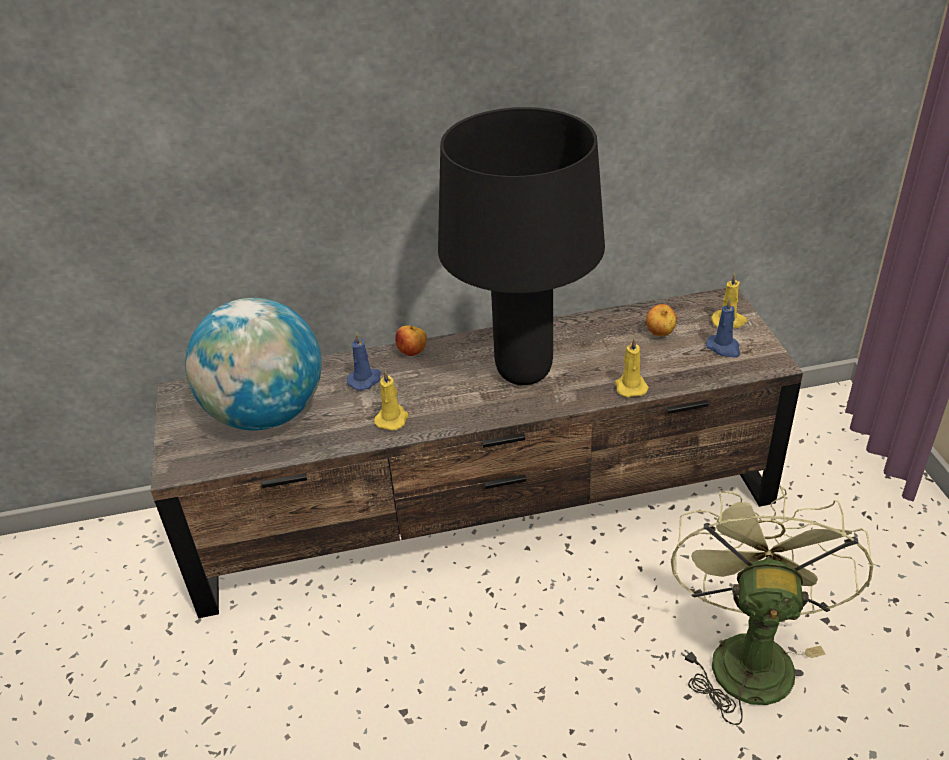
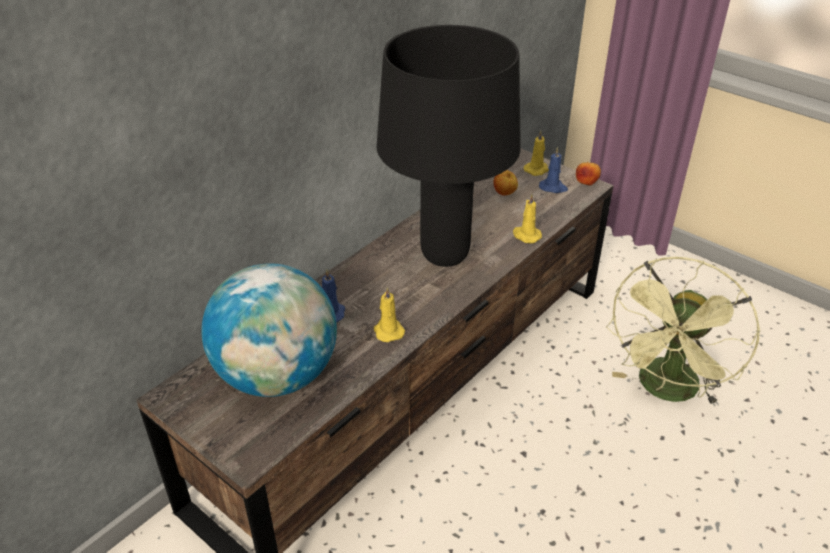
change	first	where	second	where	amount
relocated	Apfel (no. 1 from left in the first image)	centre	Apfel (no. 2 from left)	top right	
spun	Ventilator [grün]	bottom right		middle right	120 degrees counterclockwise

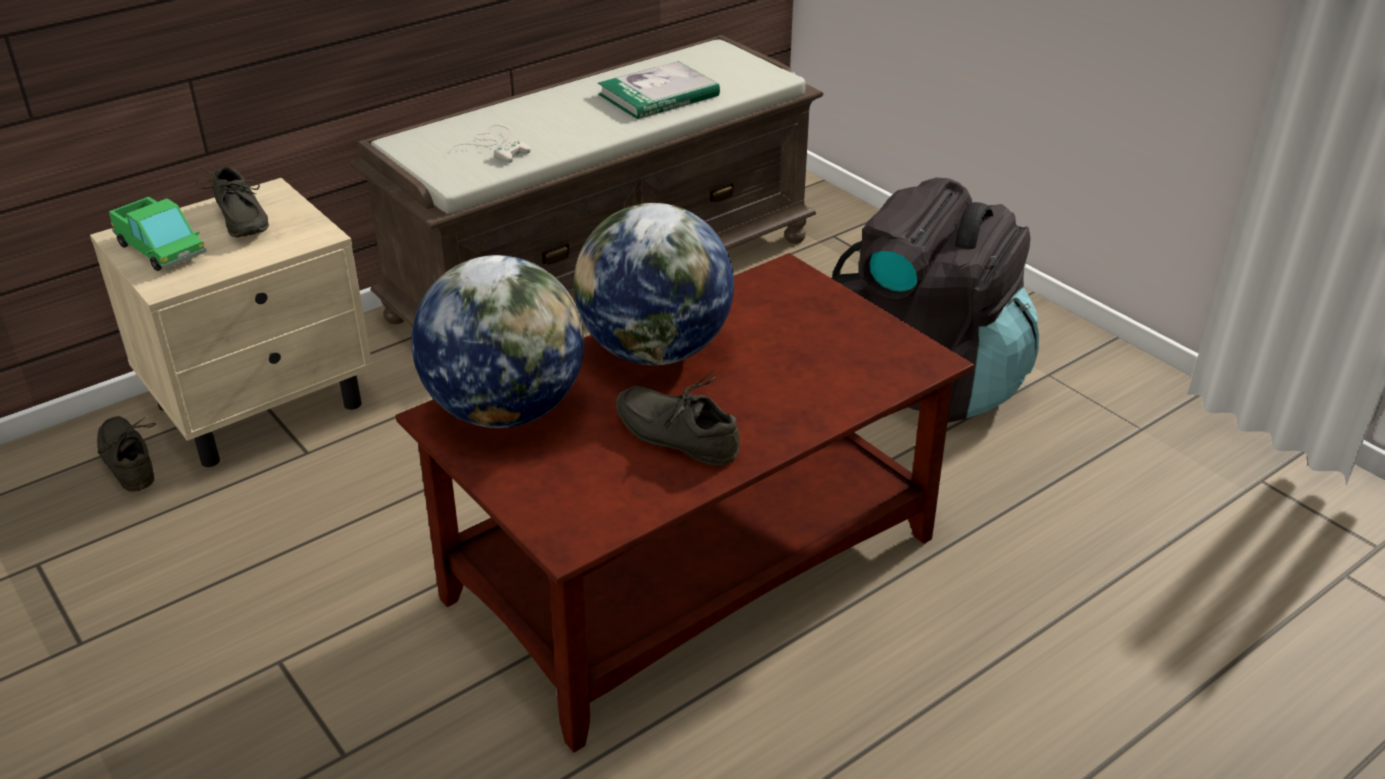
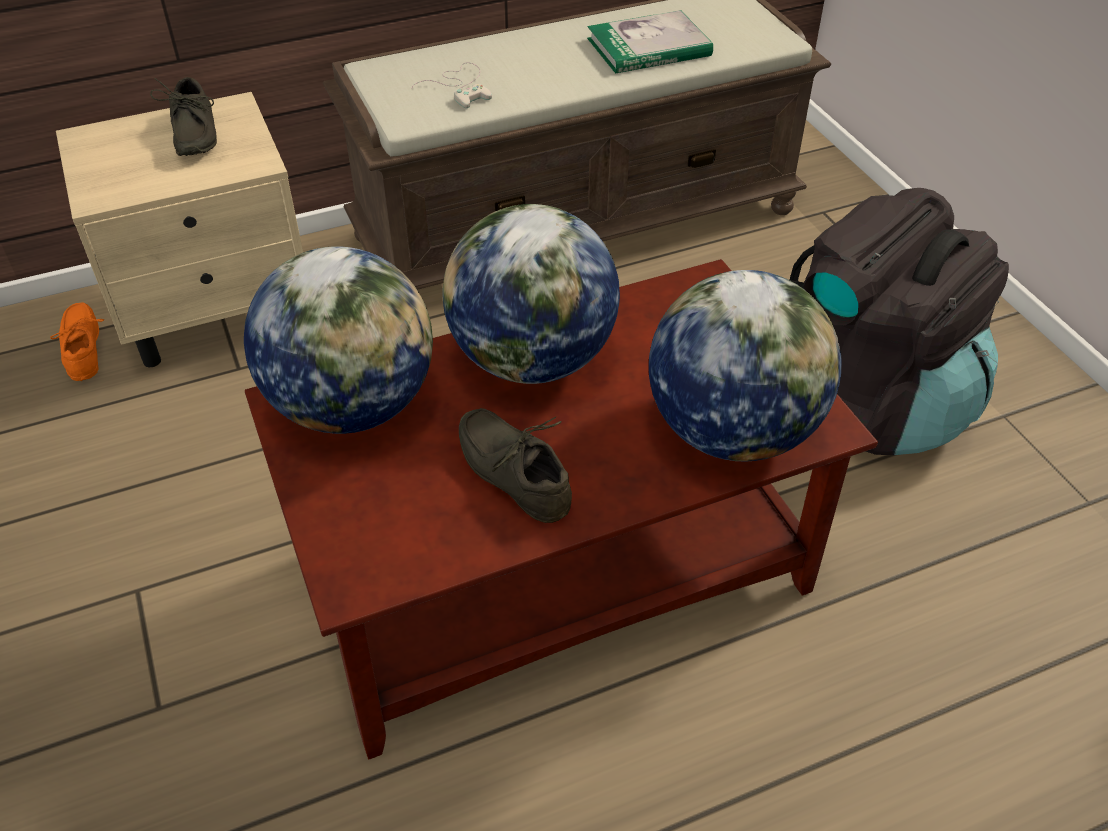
change	first	where	second	where	amount
colour	Schuh [grau] (no. 1 from left)	middle left	Schuh [orange]	middle left	
appeared			Globus (no. 3 from left)	middle right	
missing	Spielzeuglaster	top left			

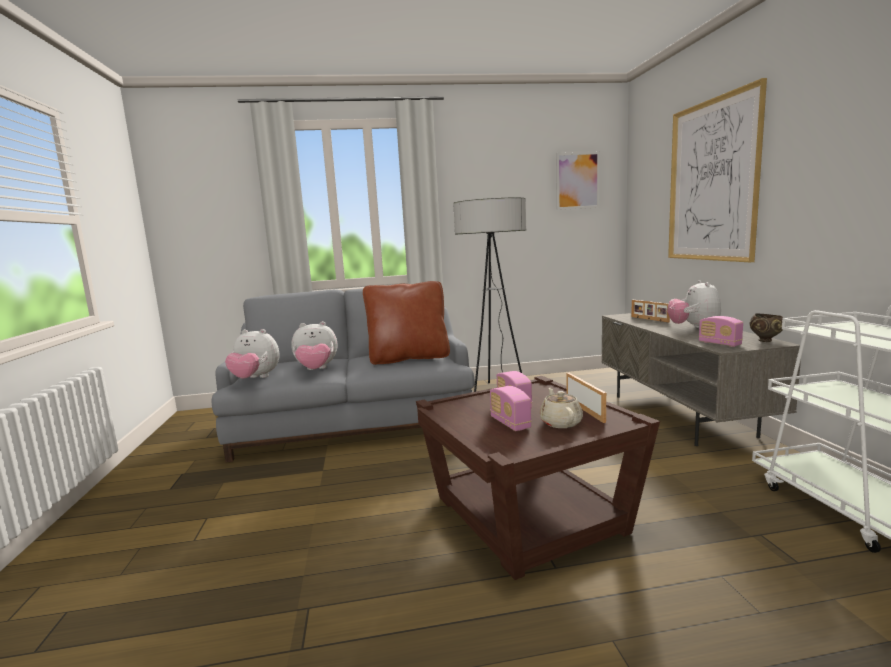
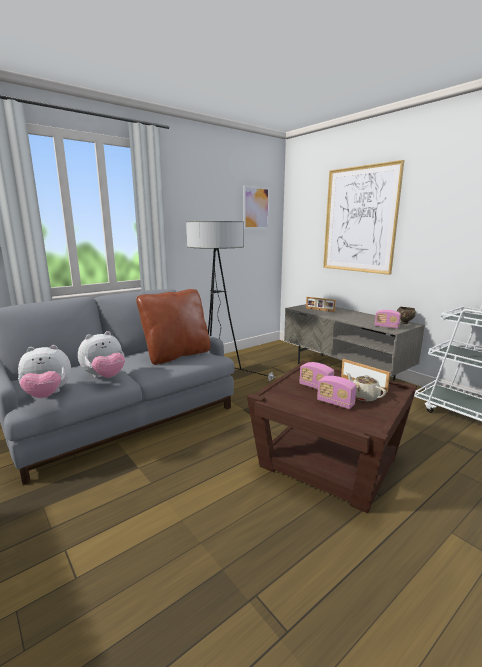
change	first	where	second	where	amount
missing	Plüschtier (no. 3 from left)	middle right			

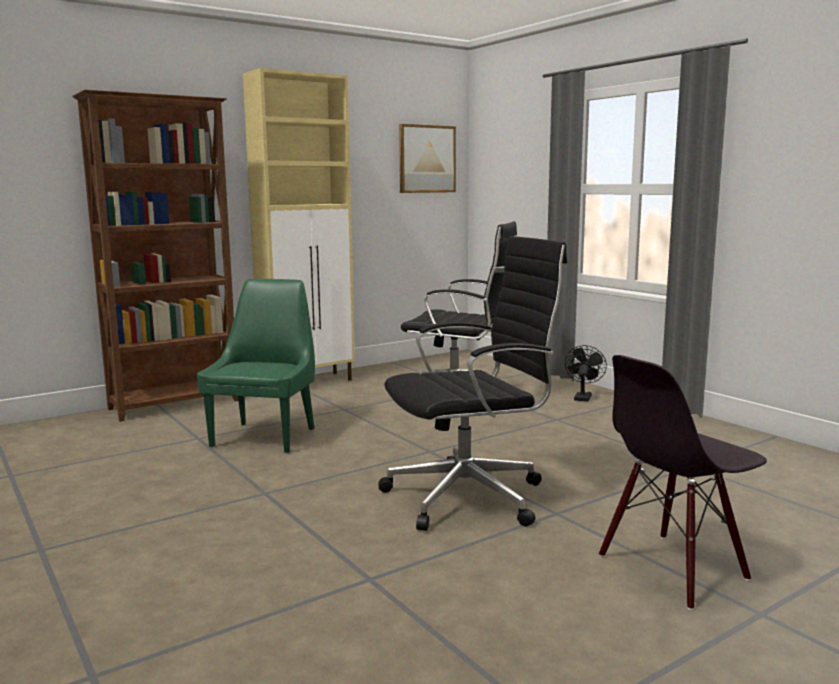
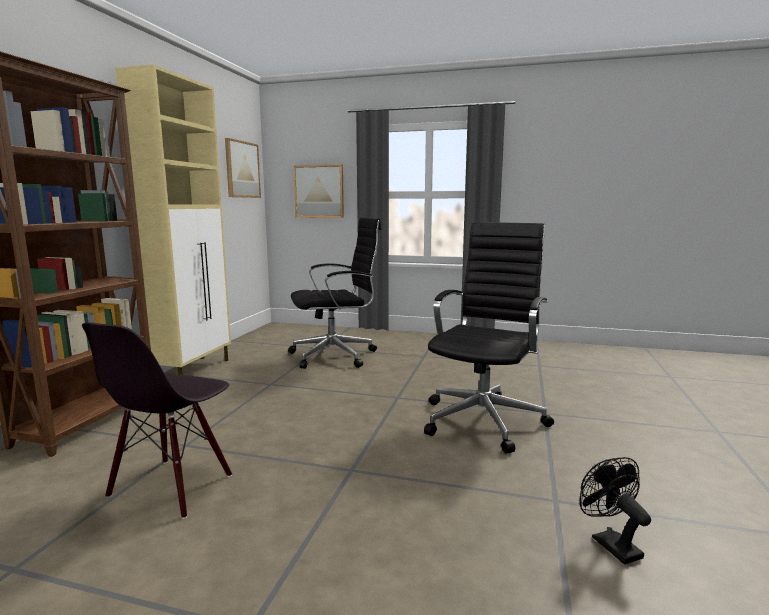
change	first	where	second	where	amount
relocated	Stuhl [schwarz]	bottom right		bottom left	
appeared			Bild (no. 2 from left)	top centre	
relocated	Ventilator [schwarz]	middle right		bottom right	
missing	Stuhl [grün]	middle left			

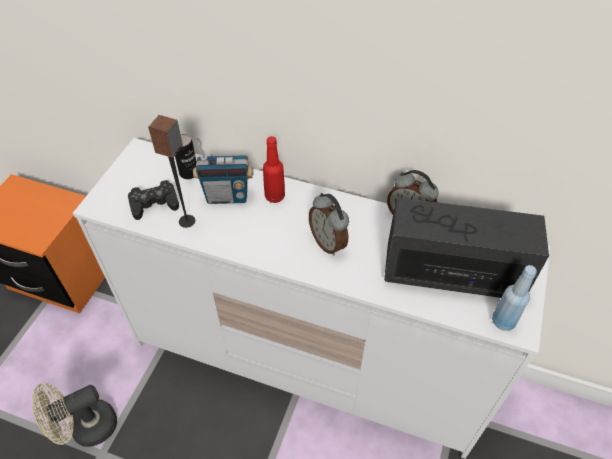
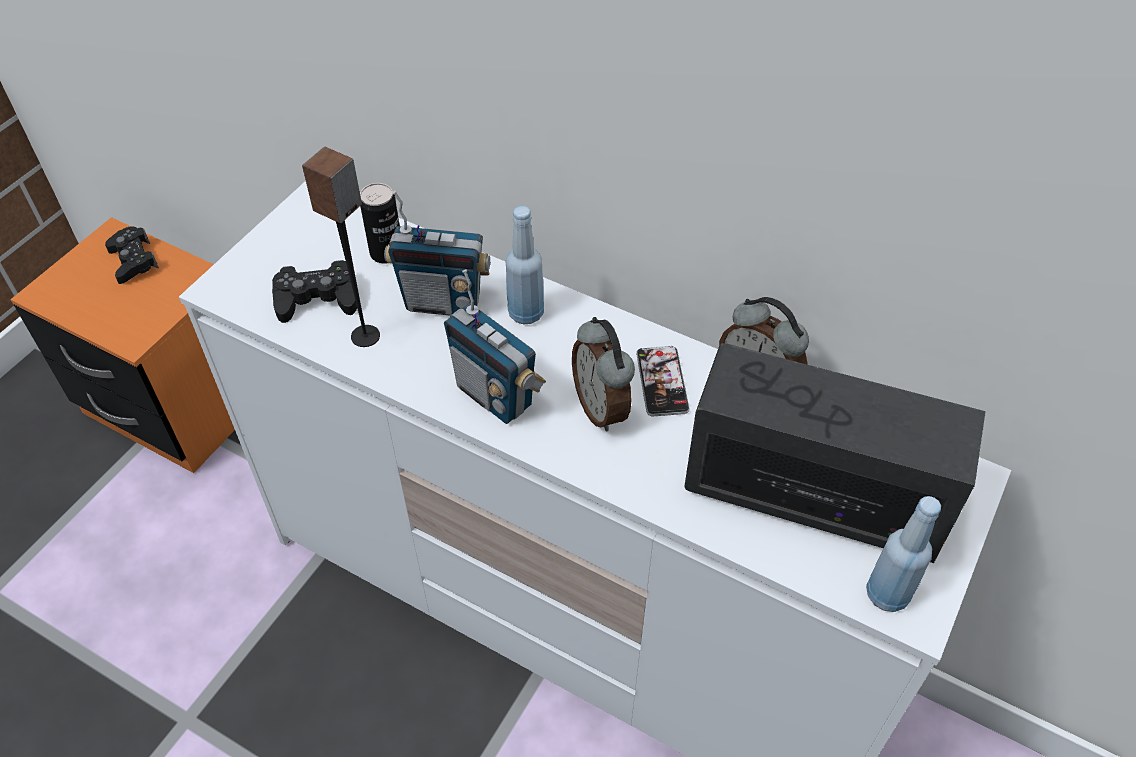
change	first	where	second	where	amount
appeared			Gamepad [schwarz] (no. 1 from left)	middle left	
appeared			Radio (no. 2 from left)	centre	
colour	Flasche [rot]	centre	Flasche [blau] (no. 1 from left)	centre	
appeared			Handy	centre	
missing	Ventilator [beige]	bottom left			

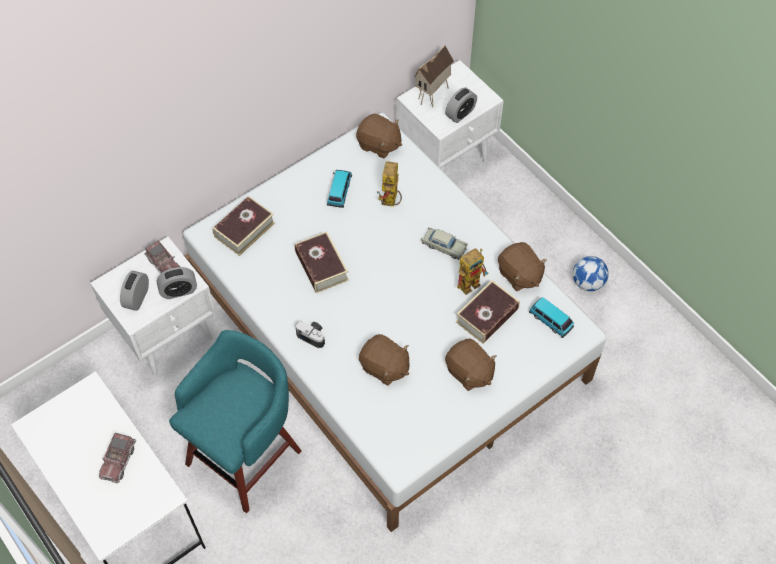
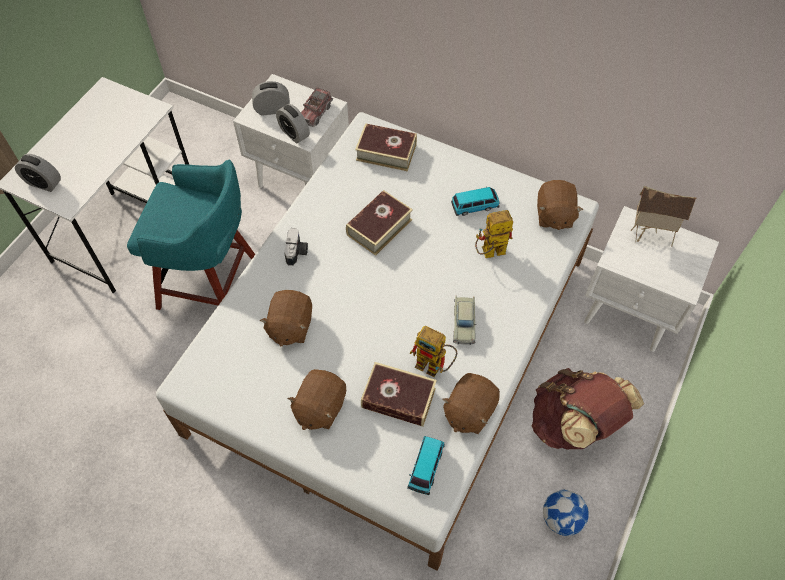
change	first	where	second	where	amount
relocated	Wecker (no. 3 from left in the first image)	top centre	Wecker (no. 1 from left)	top left	
appeared			Rucksack [braun]	bottom right	
missing	Spielzeuglaster (no. 1 from left)	bottom left			

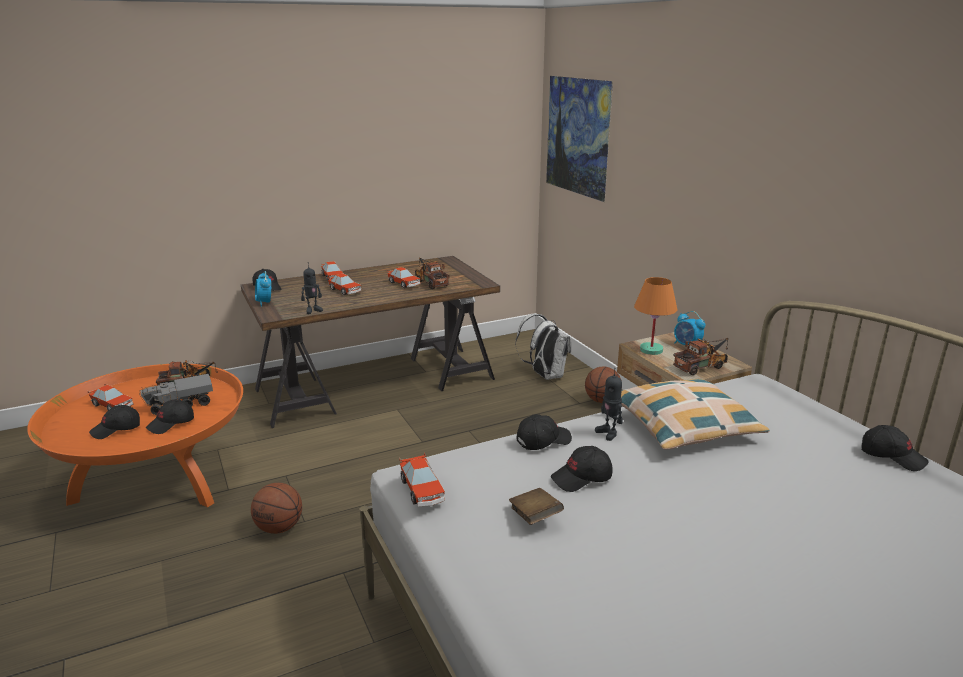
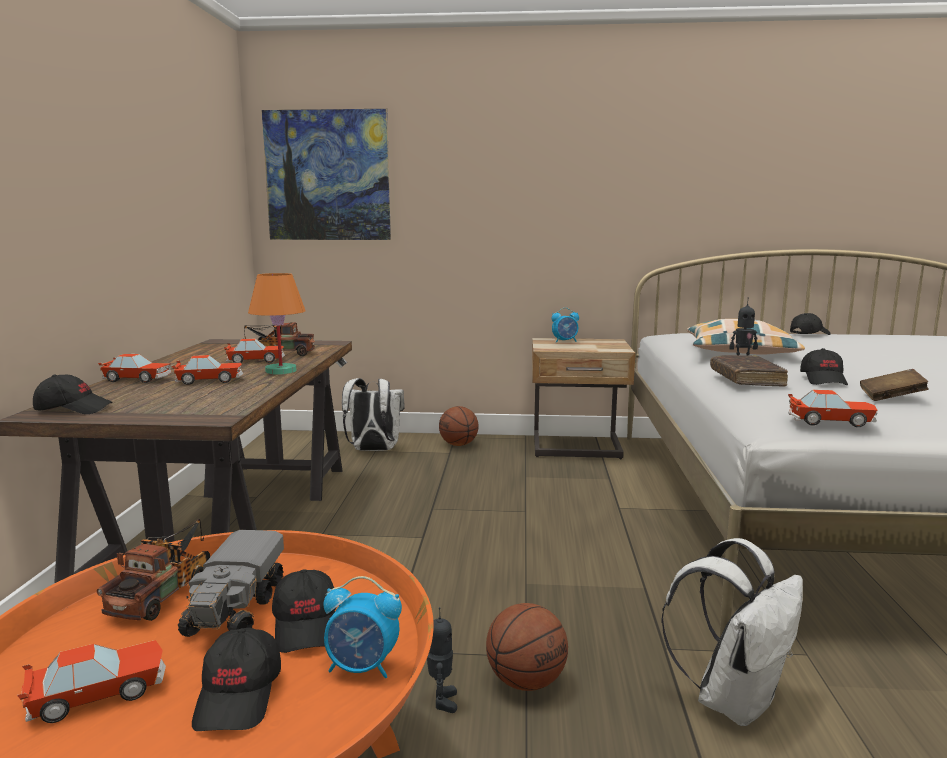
change	first	where	second	where	amount
relocated	Tischlampe [orange]	middle right		middle left	
relocated	Wecker (no. 1 from left)	middle left		bottom centre	
relocated	Spielzeugroboter (no. 1 from left)	middle left		bottom centre	
appeared			Rucksack [weiß] (no. 2 from left)	bottom right	
exchanged	Kappe [schwarz] (no. 4 from left)	centre	Buch [braun] (no. 1 from left)	middle right	
missing	Spielzeuglaster (no. 4 from left)	middle right			

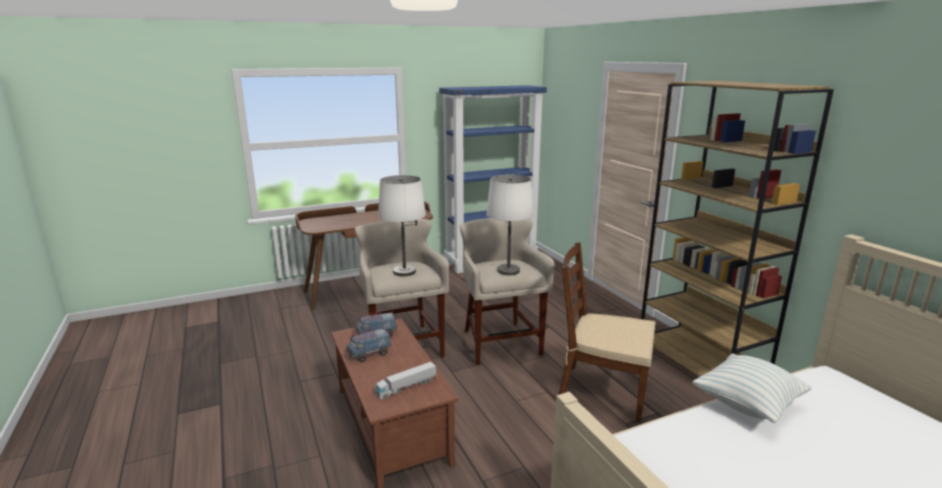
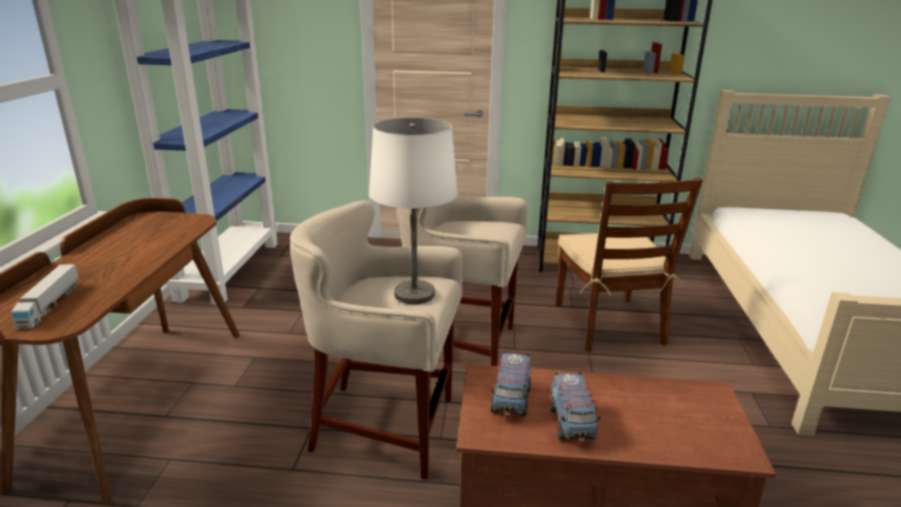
change	first	where	second	where	amount
relocated	Spielzeuglaster (no. 3 from left in the first image)	bottom centre	Spielzeuglaster (no. 1 from left)	middle left	
spun	Stuhl [braun]	bottom centre		middle right	60 degrees counterclockwise
missing	Tischlampe [weiß] (no. 2 from left)	centre			
missing	Kissen	bottom right			

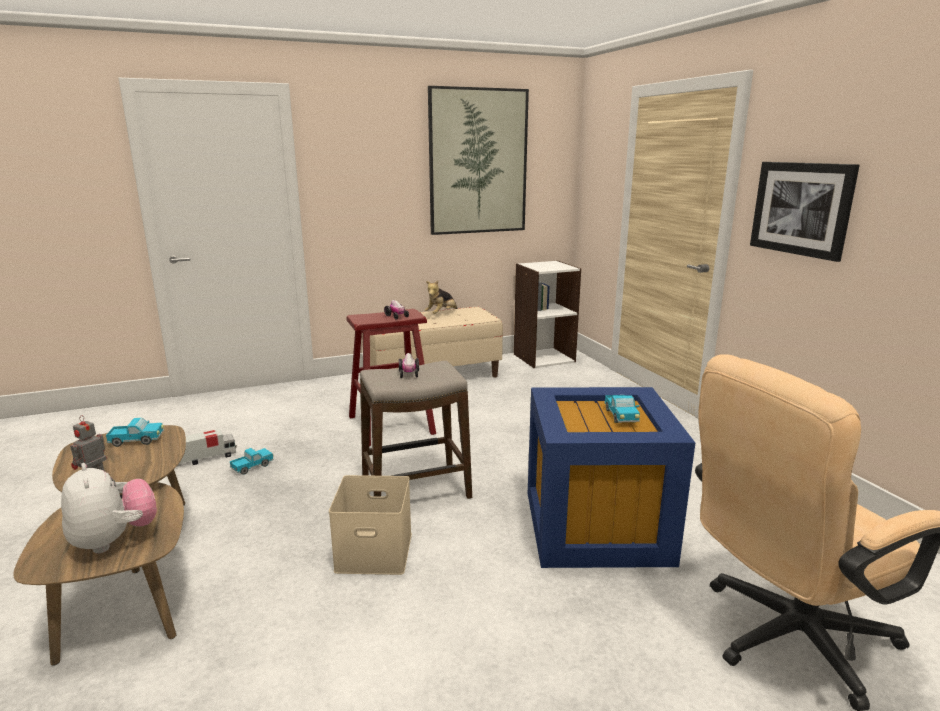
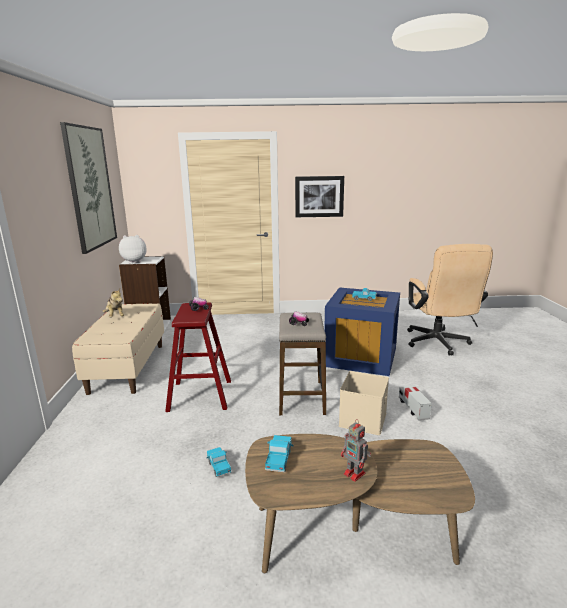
change	first	where	second	where	amount
relocated	Plüschtier (no. 1 from left in the first image)	bottom left	Plüschtier (no. 2 from left)	middle left	
relocated	Spielzeuglaster (no. 2 from left in the first image)	middle left	Spielzeuglaster (no. 4 from left)	middle right	

